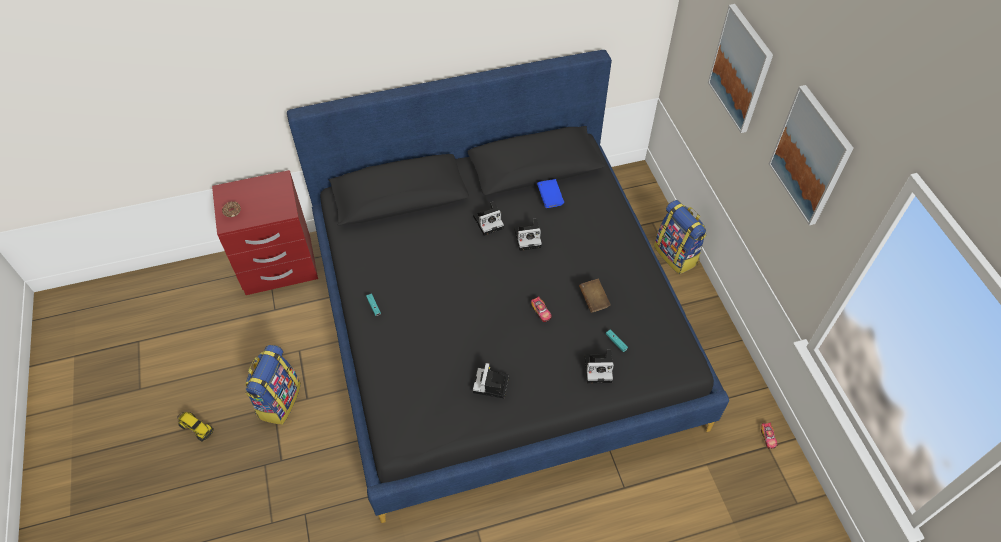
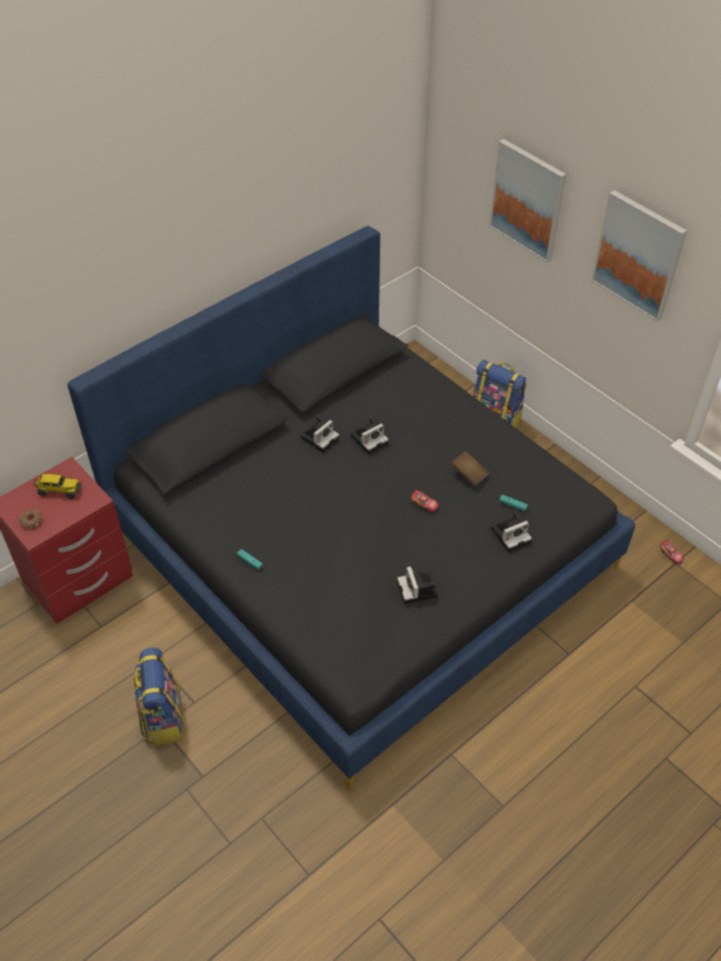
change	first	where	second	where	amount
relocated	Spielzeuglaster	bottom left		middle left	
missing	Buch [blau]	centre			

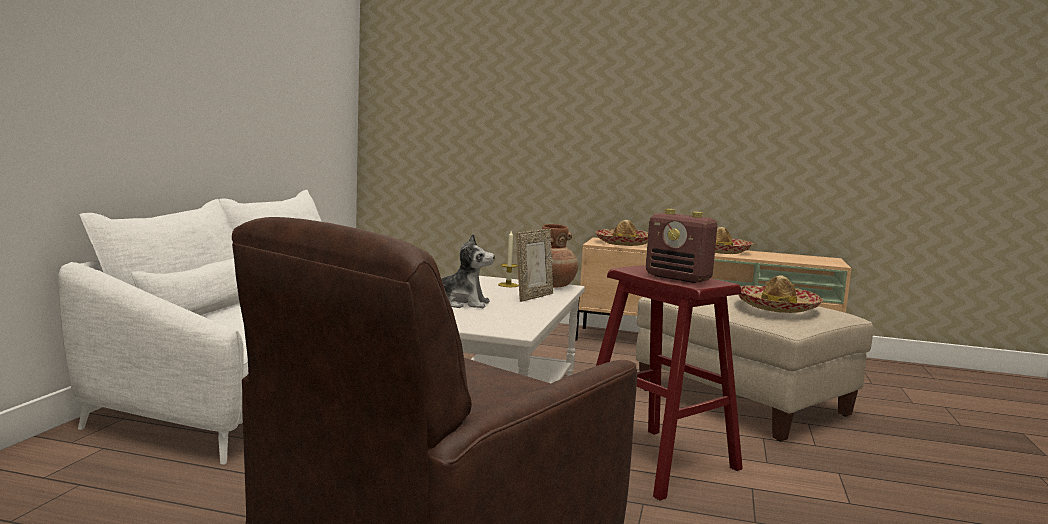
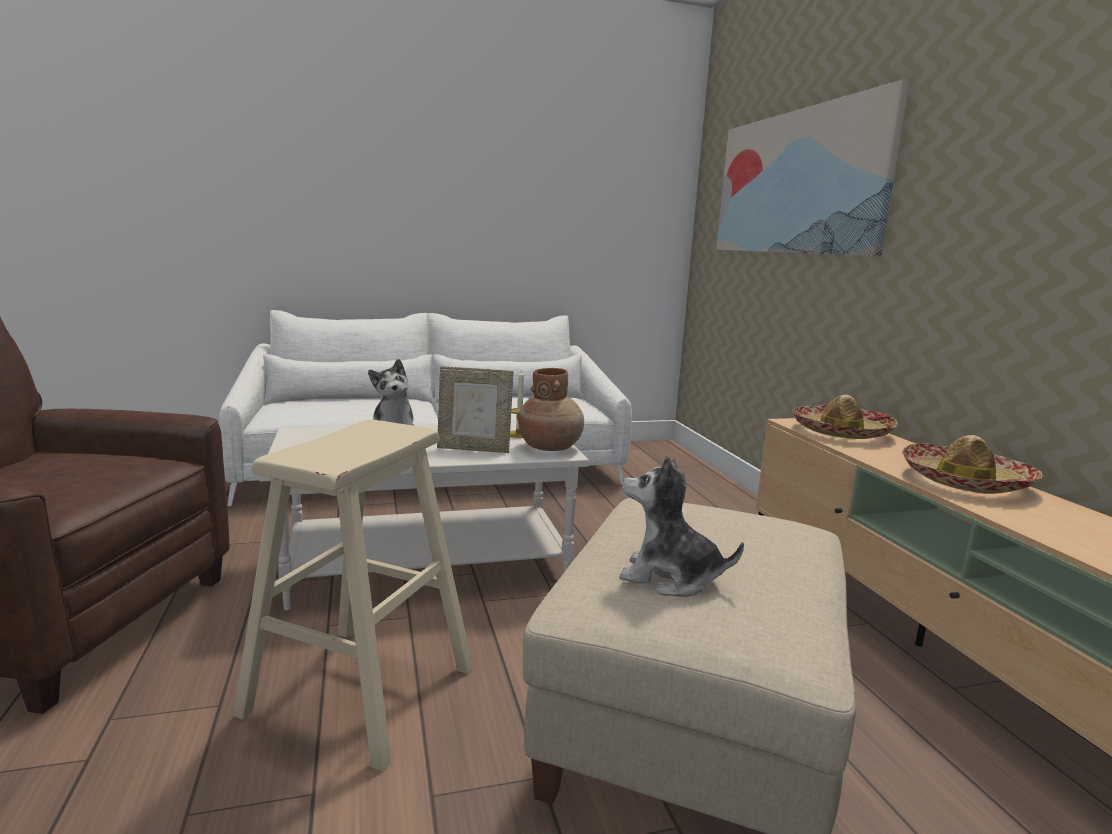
change	first	where	second	where	amount
colour	Hocker [rot]	bottom centre	Hocker [beige]	bottom left	
exchanged	Hut (no. 3 from left)	middle right	Plüschtier (no. 2 from left)	centre	
appeared			Bild	top right	
missing	Radio	centre			

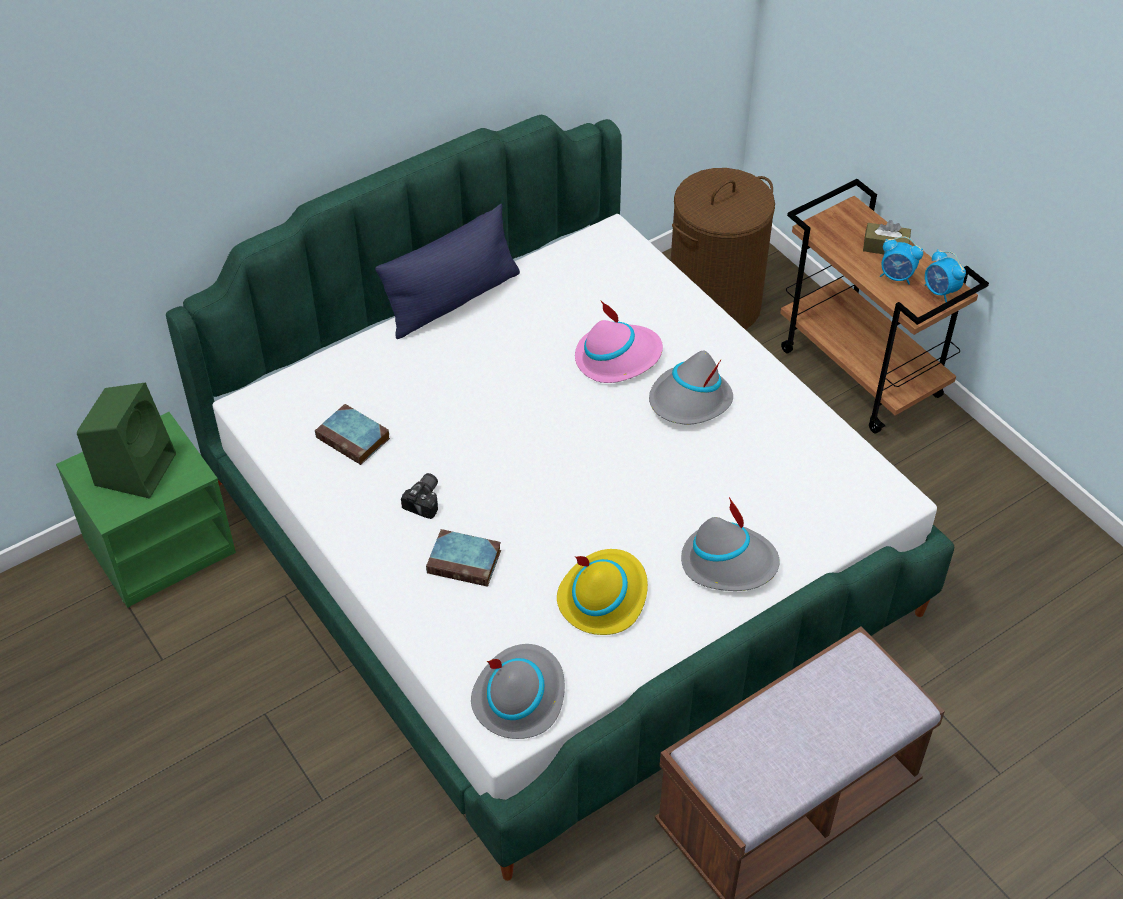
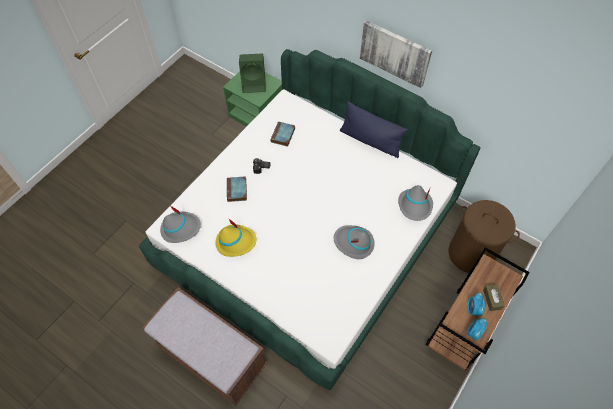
change	first	where	second	where	amount
appeared			Bild	top centre	
relocated	Hut [grau] (no. 3 from left)	centre		middle right	
missing	Hut [rosa]	centre			

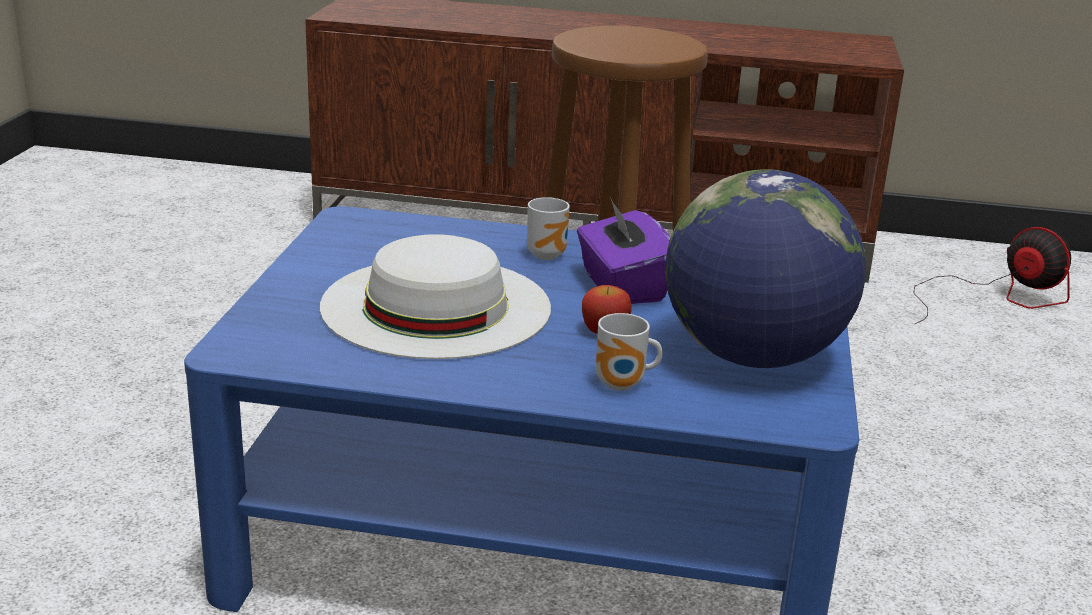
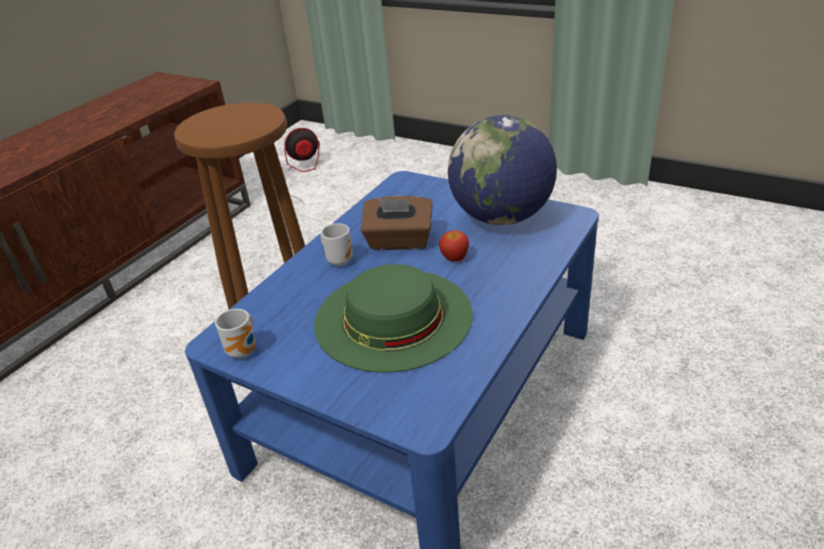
change	first	where	second	where	amount
relocated	Henkelbecher (no. 2 from left in the first image)	centre	Henkelbecher (no. 1 from left)	middle left	
colour	Hut [weiß]	centre	Hut [grün]	centre	
colour	Taschentuchbox [lila]	centre	Taschentuchbox [braun]	centre	

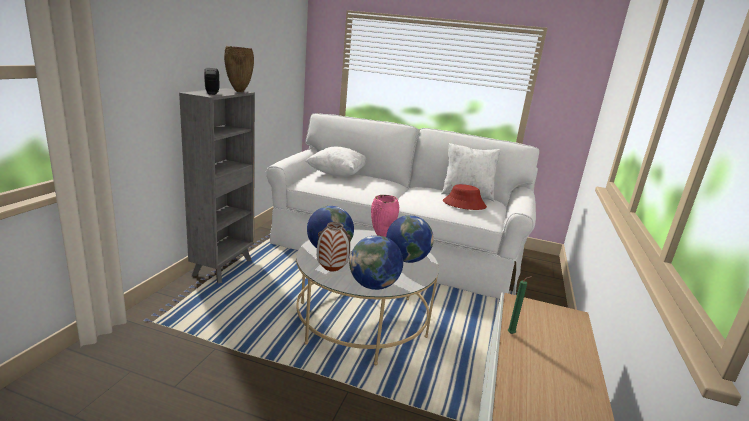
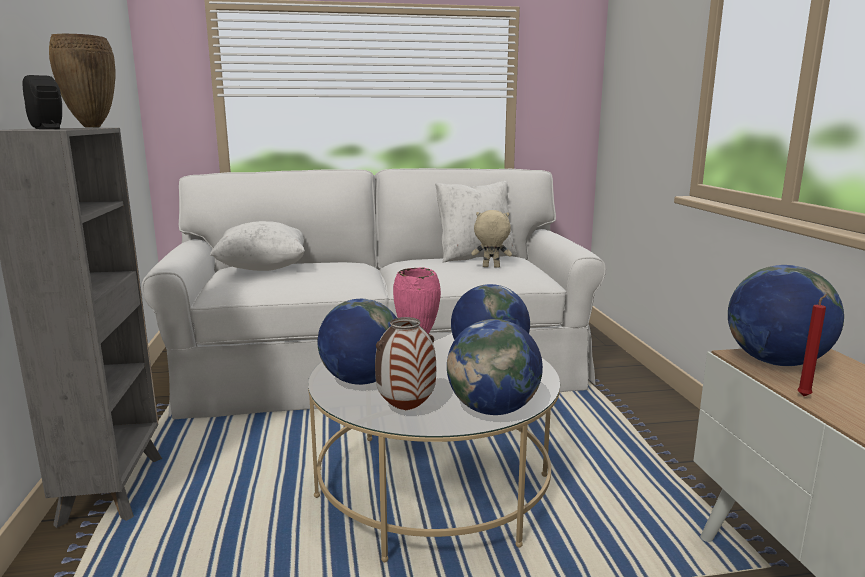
change	first	where	second	where	amount
exchanged	Hut [rot]	centre	Plüschtier [beige]	centre	
appeared			Globus (no. 4 from left)	middle right	
colour	Kerze [grün]	bottom right	Kerze [rot]	middle right	

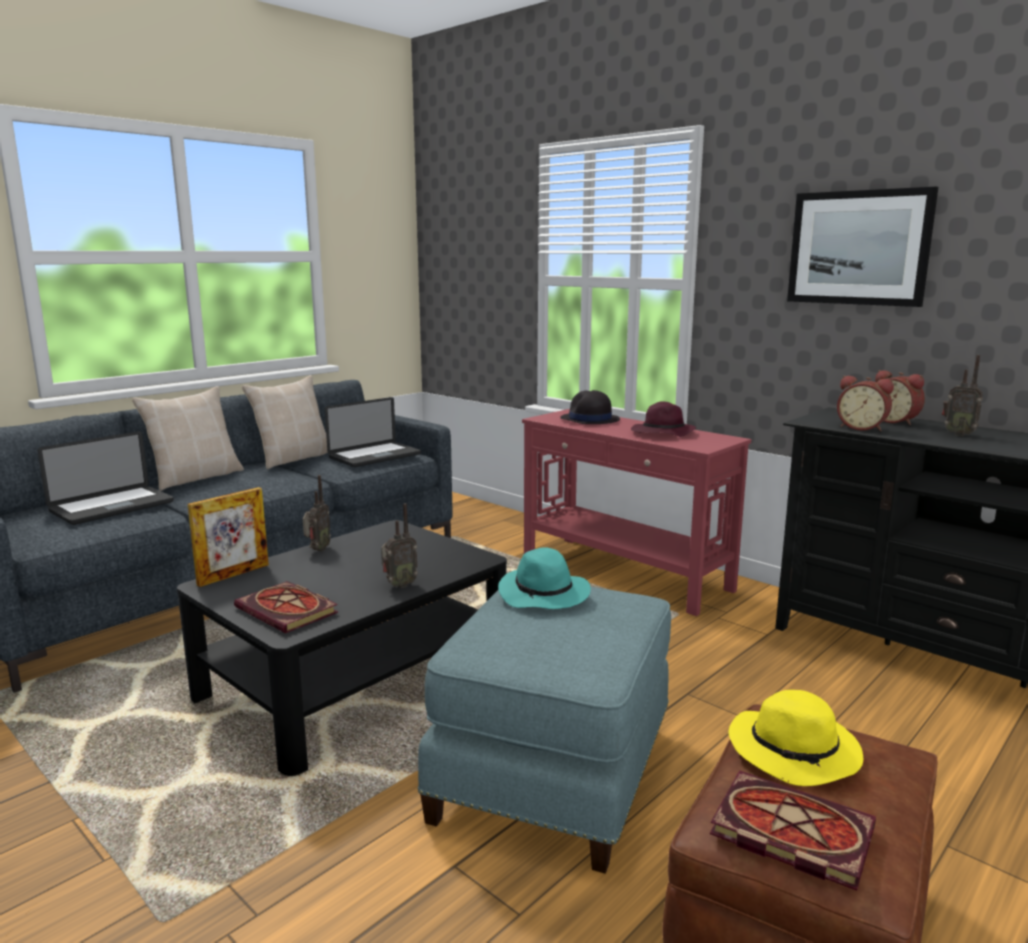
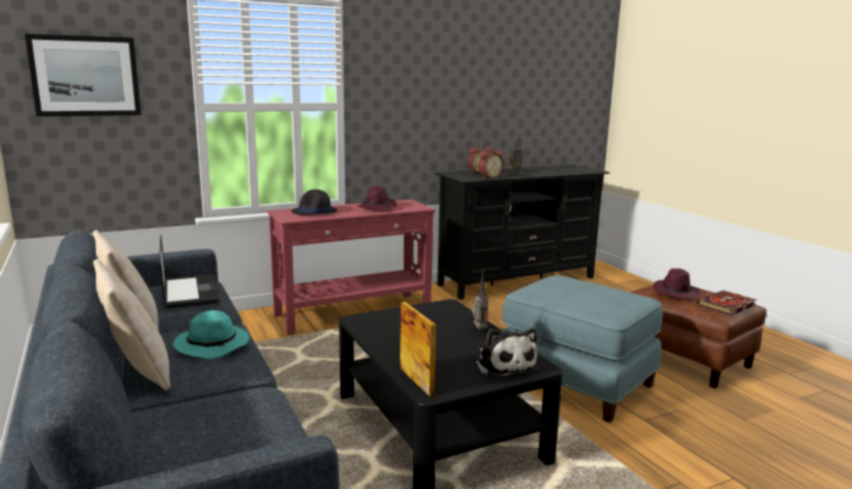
change	first	where	second	where	amount
relocated	Bild	top right		top left	
relocated	Hut [türkis]	centre		bottom left	
exchanged	Buch (no. 1 from left)	middle left	Plüschtier	bottom centre	
colour	Hut [gelb]	bottom right	Hut [lila] (no. 2 from left)	middle right	
missing	Laptop (no. 1 from left)	middle left			
missing	Radio (no. 1 from left)	middle left			

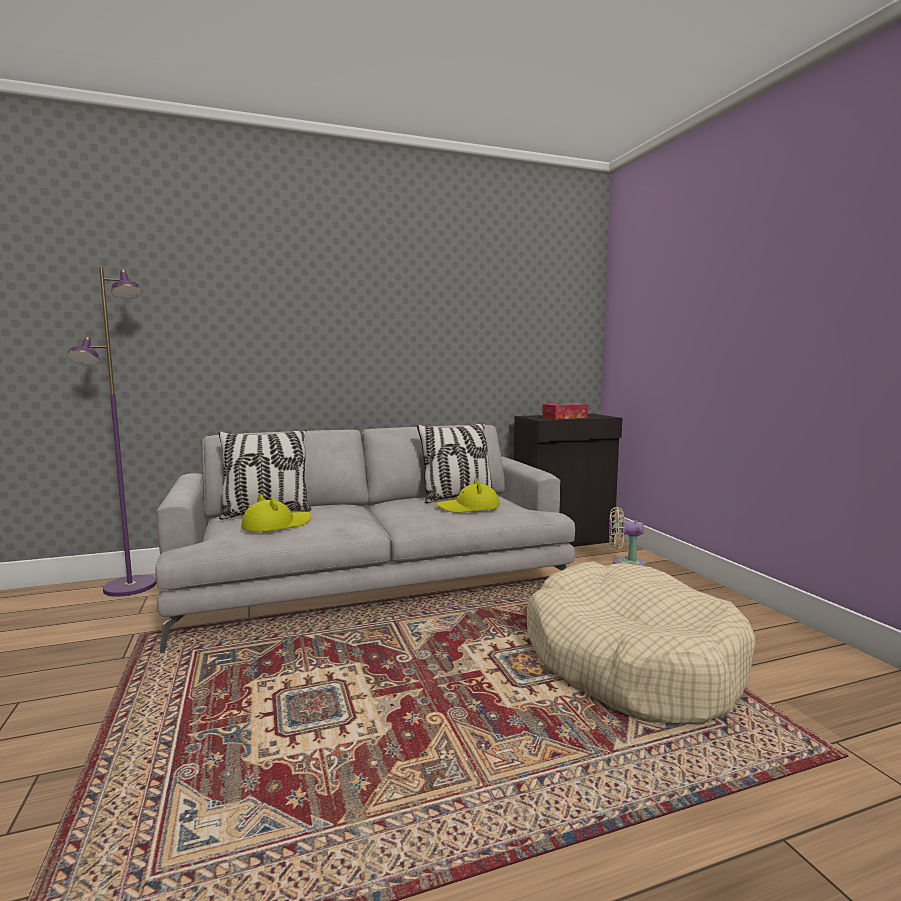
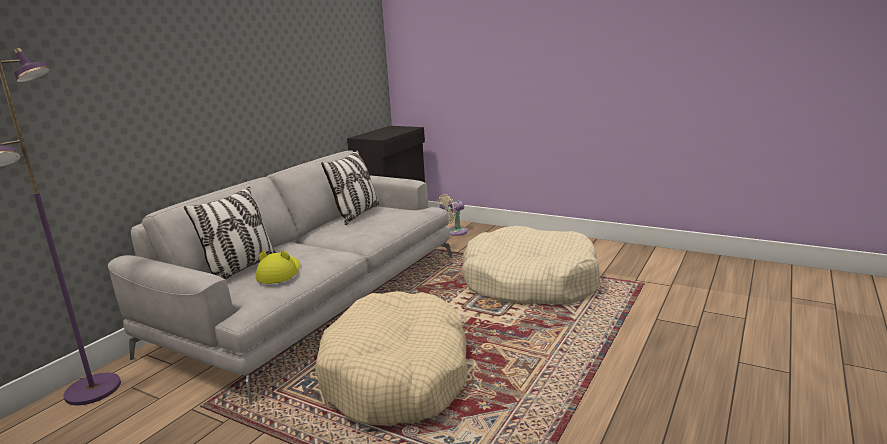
change	first	where	second	where	amount
appeared			Hundebett [beige] (no. 1 from left)	bottom centre	
missing	Hut [gelb] (no. 2 from left)	centre			
missing	Taschentuchbox	centre			

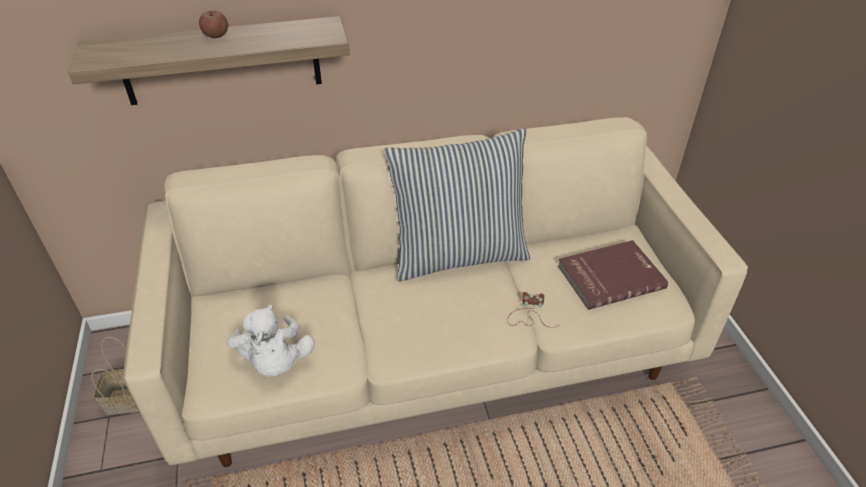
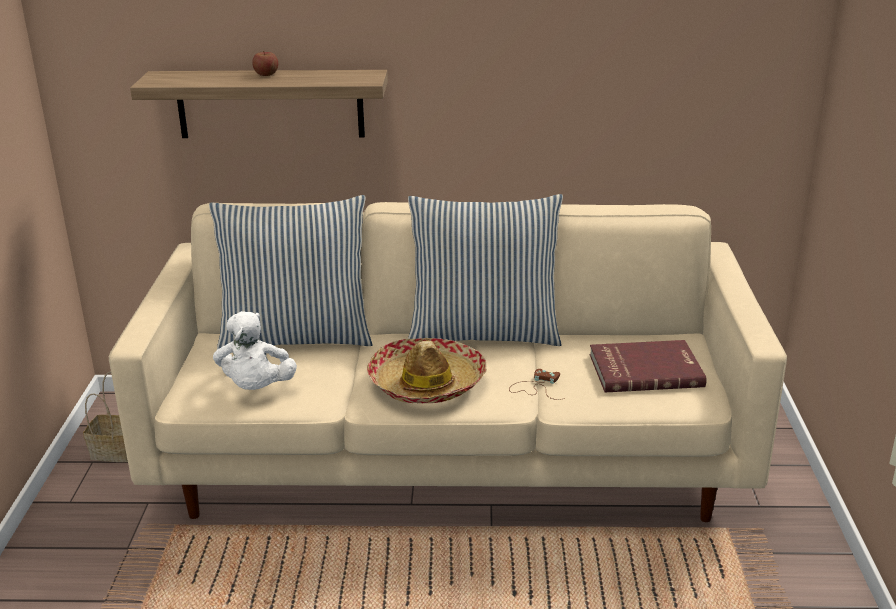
change	first	where	second	where	amount
appeared			Kissen (no. 1 from left)	middle left	
appeared			Hut	centre	

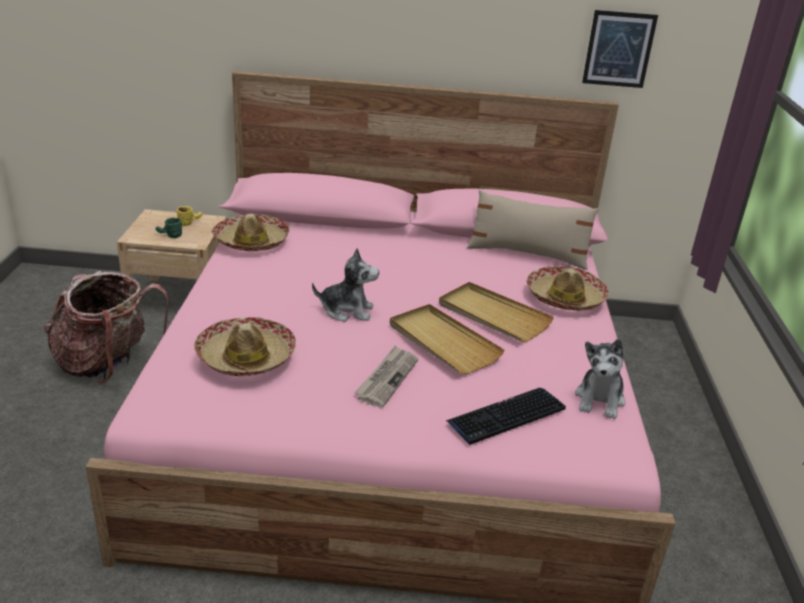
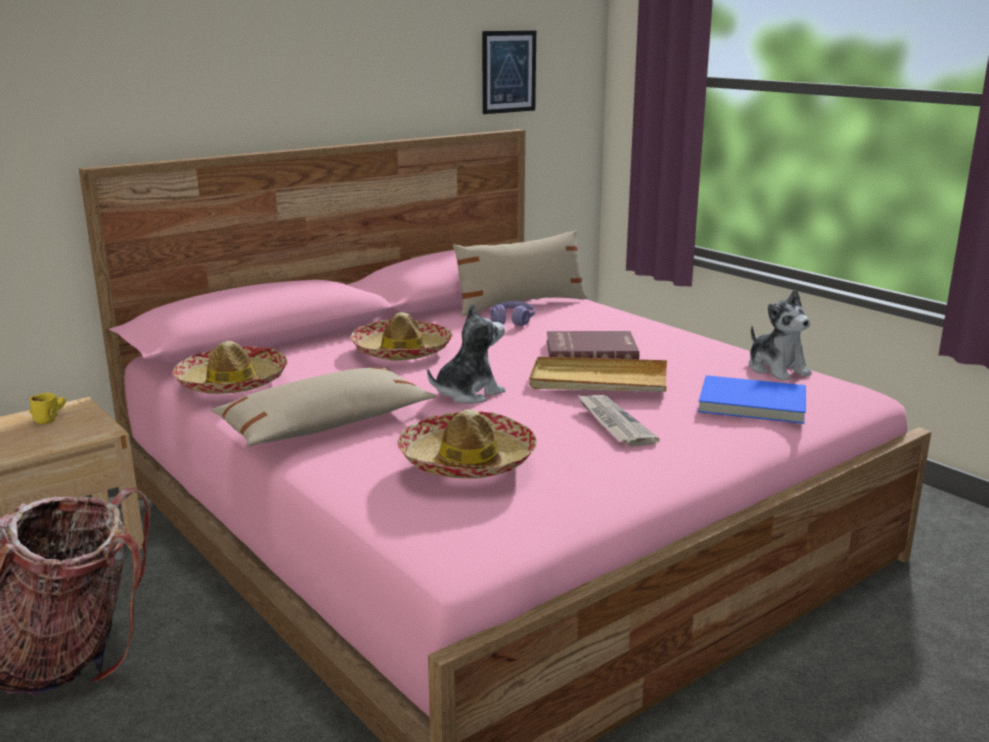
change	first	where	second	where	amount
appeared			Kissen [beige] (no. 1 from left)	middle left	
relocated	Hut (no. 3 from left in the first image)	middle right	Hut (no. 2 from left)	centre	
appeared			Kopfhörer [lila]	centre	
exchanged	Tablett [beige] (no. 2 from left)	centre	Buch [rot]	centre	
exchanged	Tastatur	bottom centre	Buch [blau]	middle right	
missing	Henkelbecher [grün]	middle left			

